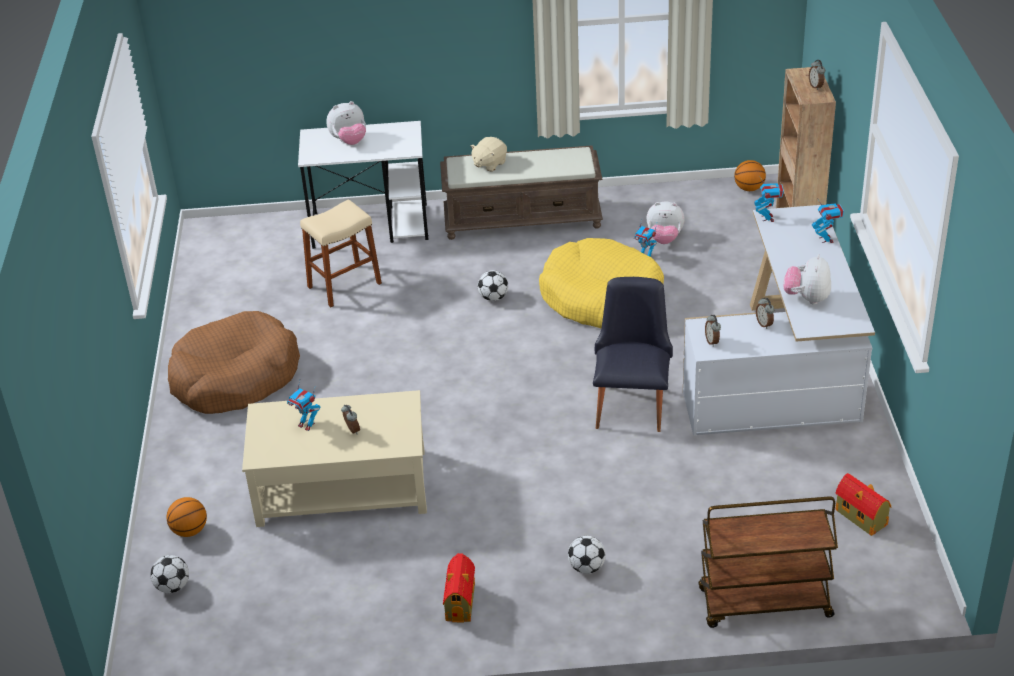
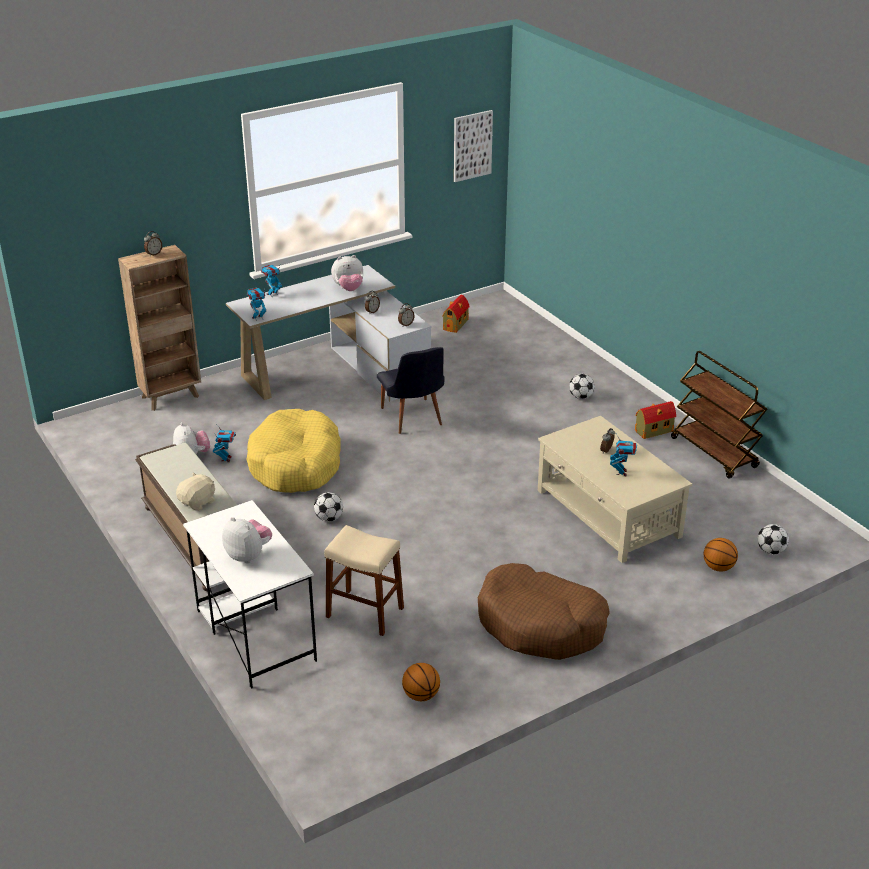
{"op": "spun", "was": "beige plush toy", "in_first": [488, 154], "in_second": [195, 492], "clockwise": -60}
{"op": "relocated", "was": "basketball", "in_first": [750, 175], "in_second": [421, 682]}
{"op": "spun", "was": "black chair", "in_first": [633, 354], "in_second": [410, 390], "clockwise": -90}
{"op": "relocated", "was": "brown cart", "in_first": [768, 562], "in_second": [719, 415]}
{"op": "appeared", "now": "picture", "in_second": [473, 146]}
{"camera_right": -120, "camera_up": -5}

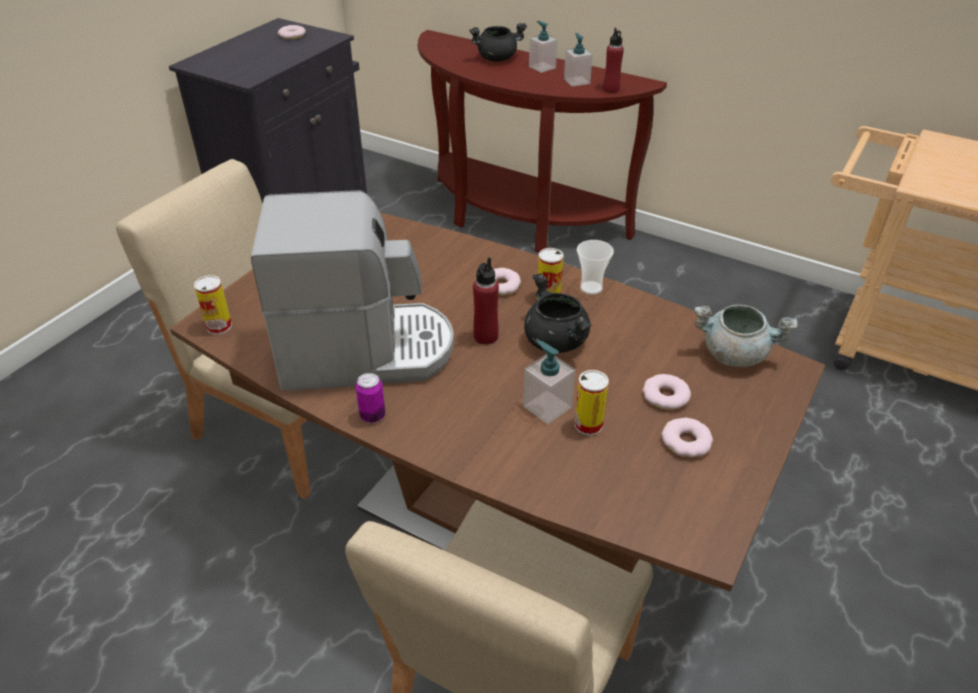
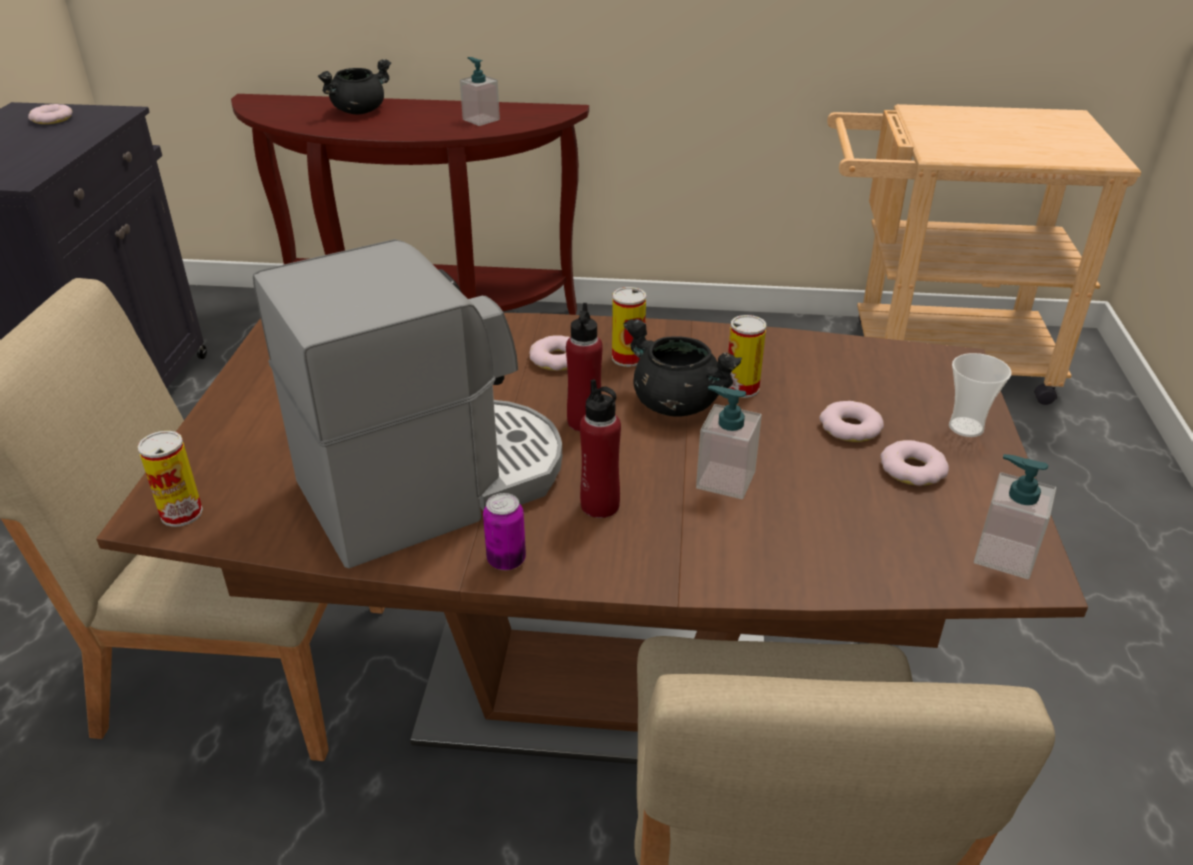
{"op": "relocated", "was": "soap dispenser", "in_first": [543, 47], "in_second": [1015, 516]}
{"op": "relocated", "was": "red bottle", "in_first": [613, 60], "in_second": [600, 448]}
{"op": "relocated", "was": "cup", "in_first": [595, 267], "in_second": [980, 395]}
{"op": "missing", "was": "grey cooking pot", "in_first": [746, 336]}
{"op": "relocated", "was": "can", "in_first": [591, 403], "in_second": [747, 356]}
{"camera_right": -25, "camera_up": -5}

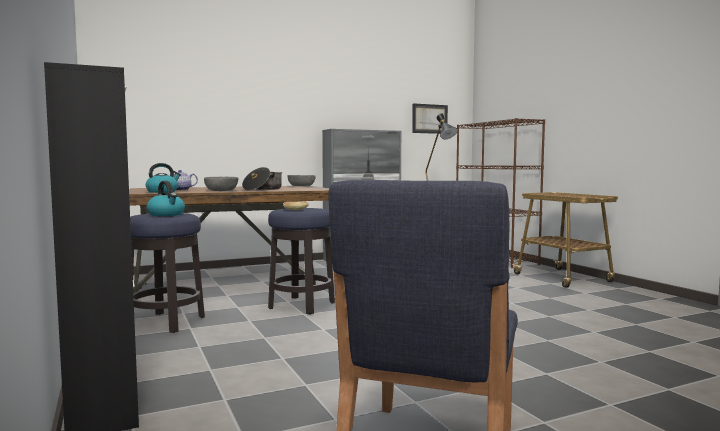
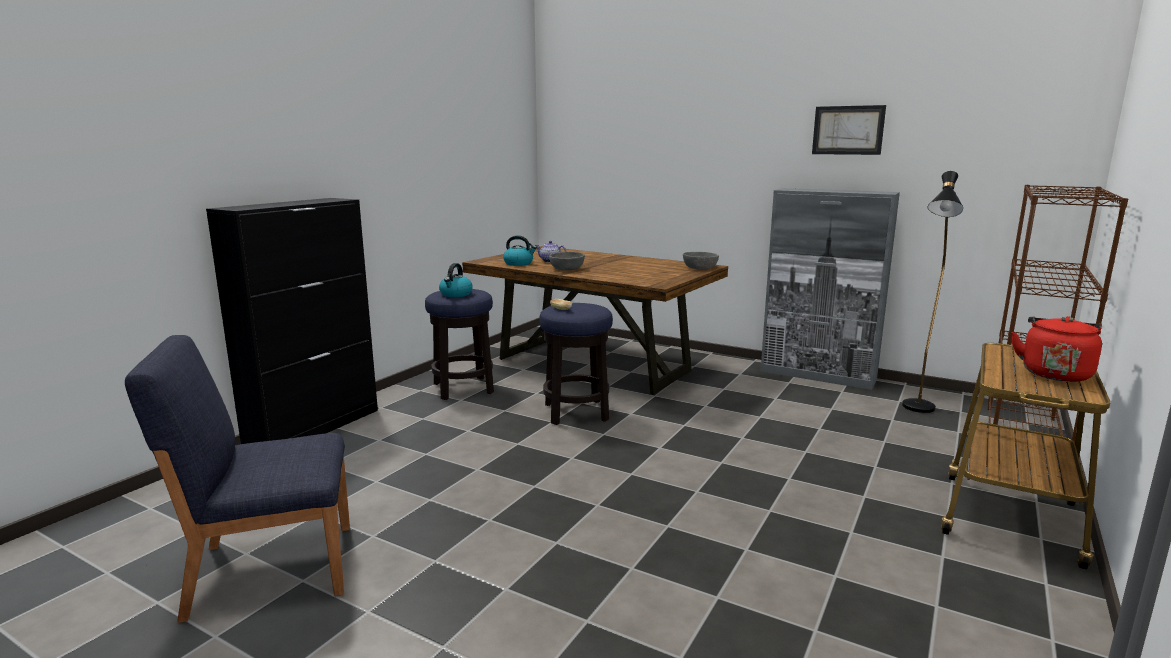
{"op": "relocated", "was": "picture", "in_first": [430, 118], "in_second": [849, 130]}
{"op": "missing", "was": "cooking pot", "in_first": [262, 179]}
{"op": "appeared", "now": "red kettle", "in_second": [1056, 349]}
{"camera_right": 55, "camera_up": 10}

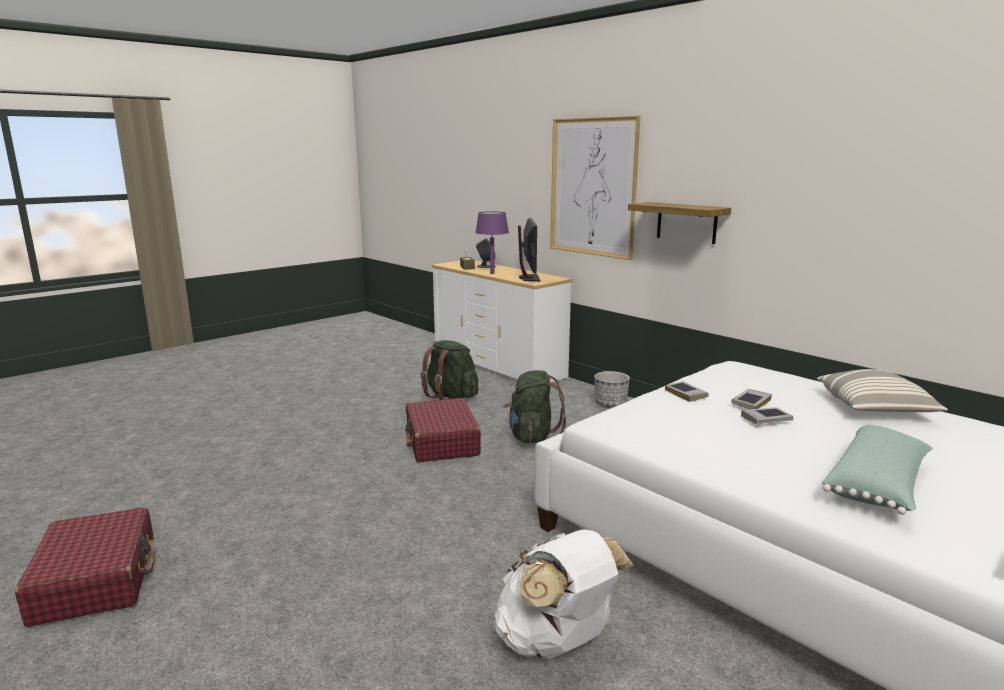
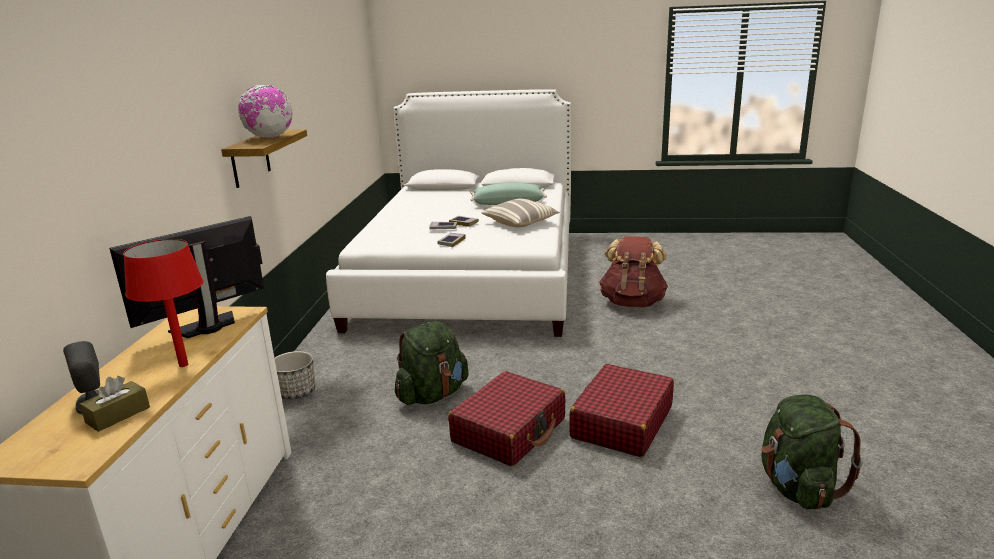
{"op": "missing", "was": "picture", "in_first": [595, 188]}
{"op": "colour", "was": "purple table lamp", "now": "red table lamp", "in_first": [492, 243], "in_second": [163, 303]}
{"op": "relocated", "was": "green backpack", "in_first": [449, 370], "in_second": [812, 452]}
{"op": "relocated", "was": "pillow", "in_first": [882, 390], "in_second": [521, 213]}
{"op": "relocated", "was": "red suitcase", "in_first": [84, 567], "in_second": [621, 410]}
{"op": "colour", "was": "white backpack", "now": "brown backpack", "in_first": [563, 594], "in_second": [633, 271]}
{"op": "appeared", "now": "globe", "in_second": [265, 111]}
{"camera_right": -130, "camera_up": 5}

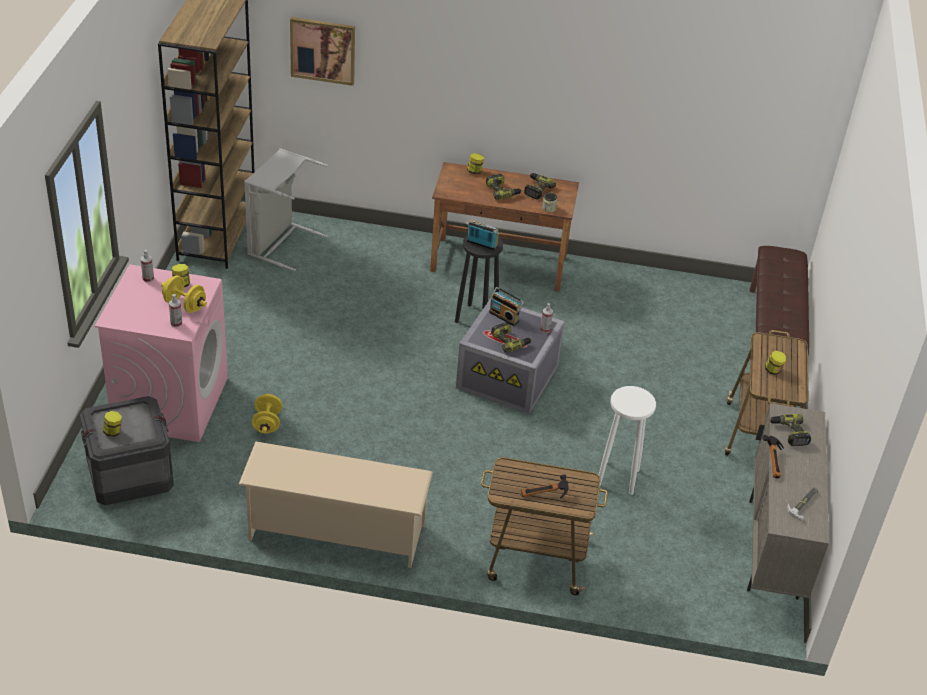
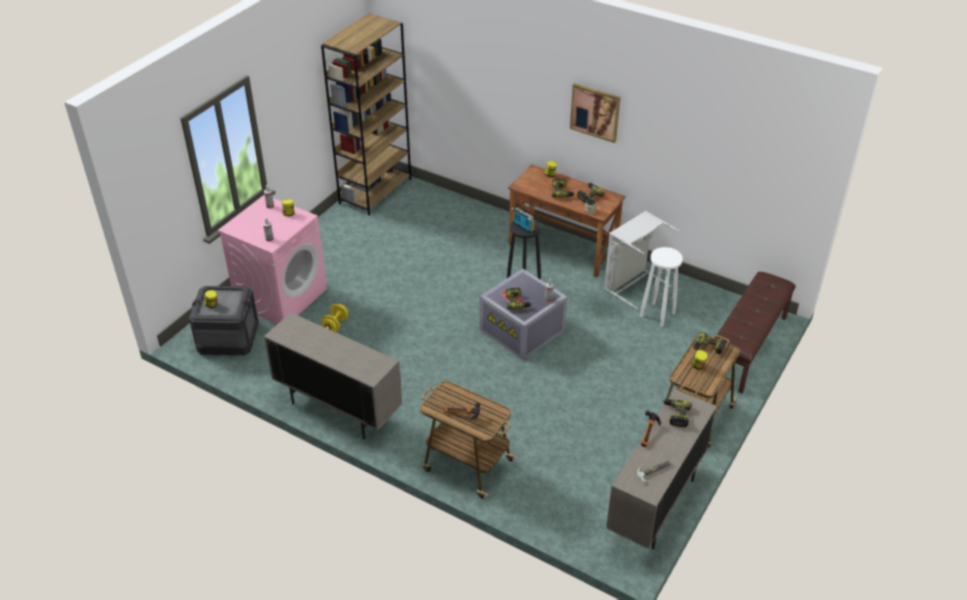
{"op": "relocated", "was": "picture", "in_first": [322, 51], "in_second": [595, 113]}
{"op": "relocated", "was": "grey laundry basket", "in_first": [286, 209], "in_second": [642, 260]}
{"op": "missing", "was": "yellow dumbbell", "in_first": [184, 294]}
{"op": "missing", "was": "radio", "in_first": [507, 306]}
{"op": "relocated", "was": "white stool", "in_first": [627, 440], "in_second": [661, 287]}
{"op": "exchanged", "was": "beige shoe rack", "now": "beige cabinet", "in_first": [335, 505], "in_second": [333, 376]}
{"op": "appeared", "now": "power drill", "in_second": [709, 343]}
{"camera_right": 25, "camera_up": 0}

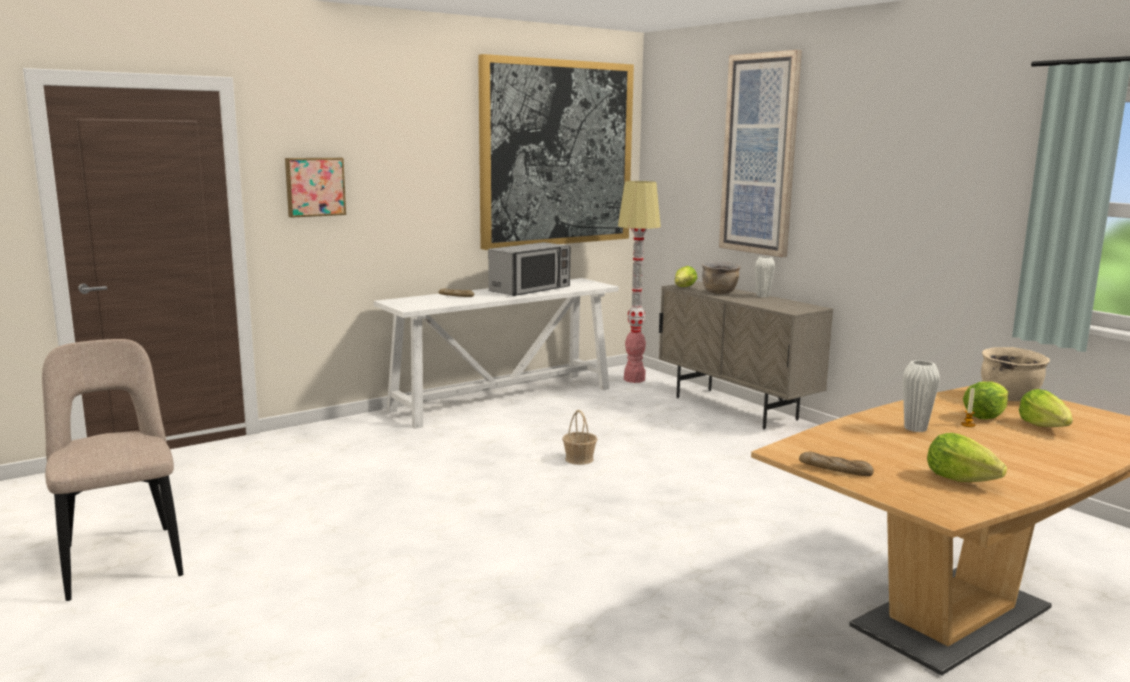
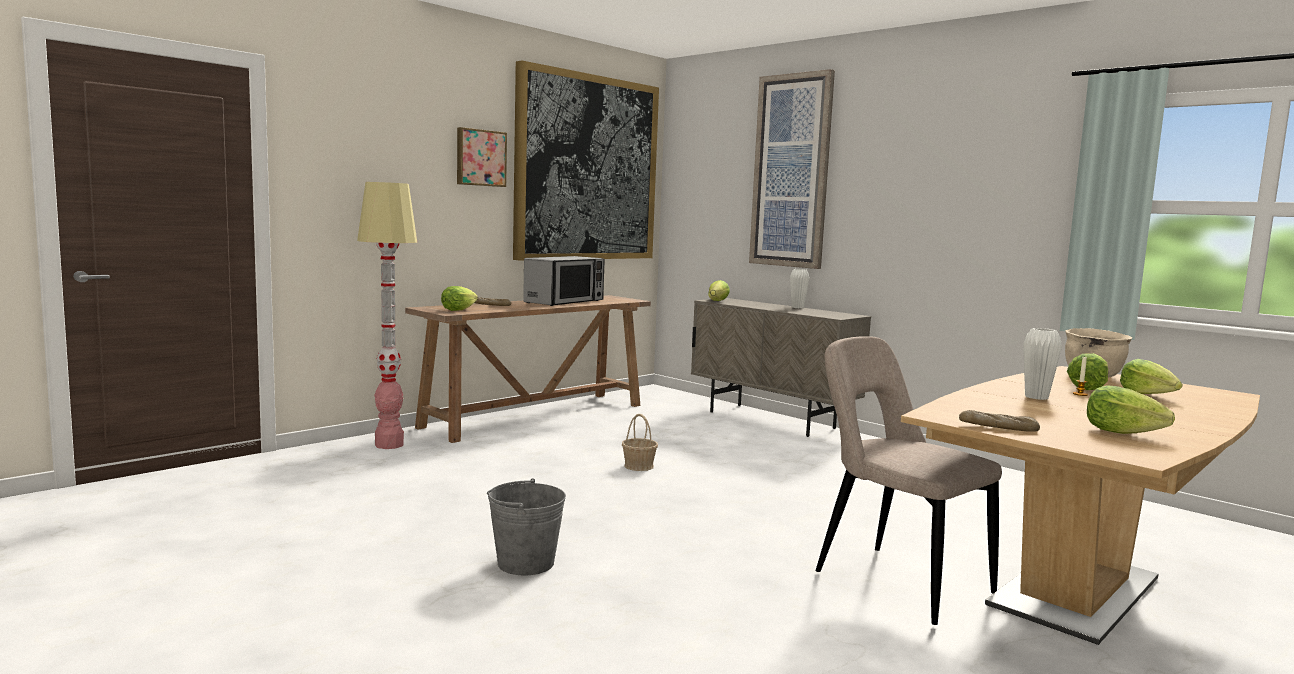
{"op": "relocated", "was": "picture", "in_first": [315, 188], "in_second": [482, 157]}
{"op": "relocated", "was": "floor lamp", "in_first": [639, 282], "in_second": [387, 315]}
{"op": "missing", "was": "brown cooking pot", "in_first": [721, 277]}
{"op": "colour", "was": "white console table", "now": "brown console table", "in_first": [496, 353], "in_second": [528, 369]}
{"op": "relocated", "was": "beige chair", "in_first": [112, 470], "in_second": [908, 480]}
{"op": "appeared", "now": "lettuce", "in_second": [459, 298]}
{"op": "appeared", "now": "grey bucket", "in_second": [526, 527]}
{"camera_right": -10, "camera_up": -5}

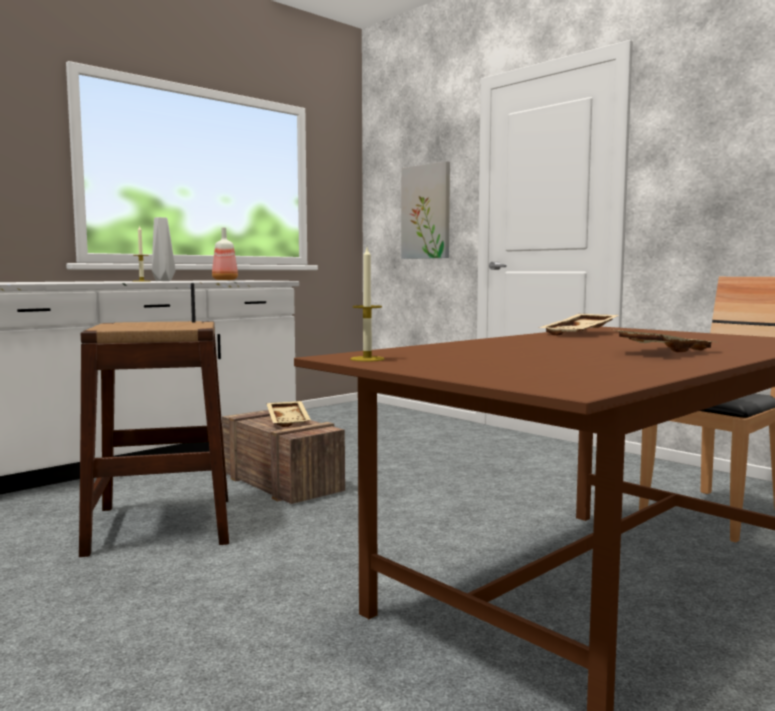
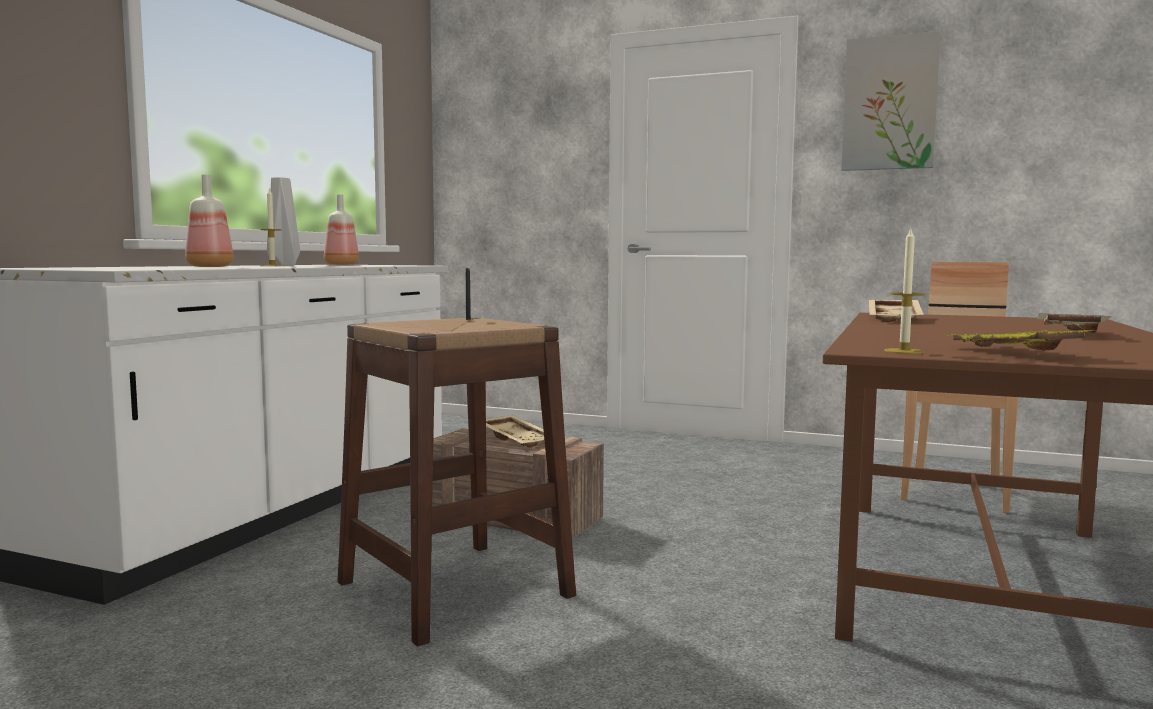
{"op": "relocated", "was": "picture", "in_first": [425, 210], "in_second": [891, 101]}
{"op": "appeared", "now": "bottle", "in_second": [209, 220]}
{"op": "appeared", "now": "yellow tray", "in_second": [1024, 340]}
{"camera_right": -25, "camera_up": 0}

